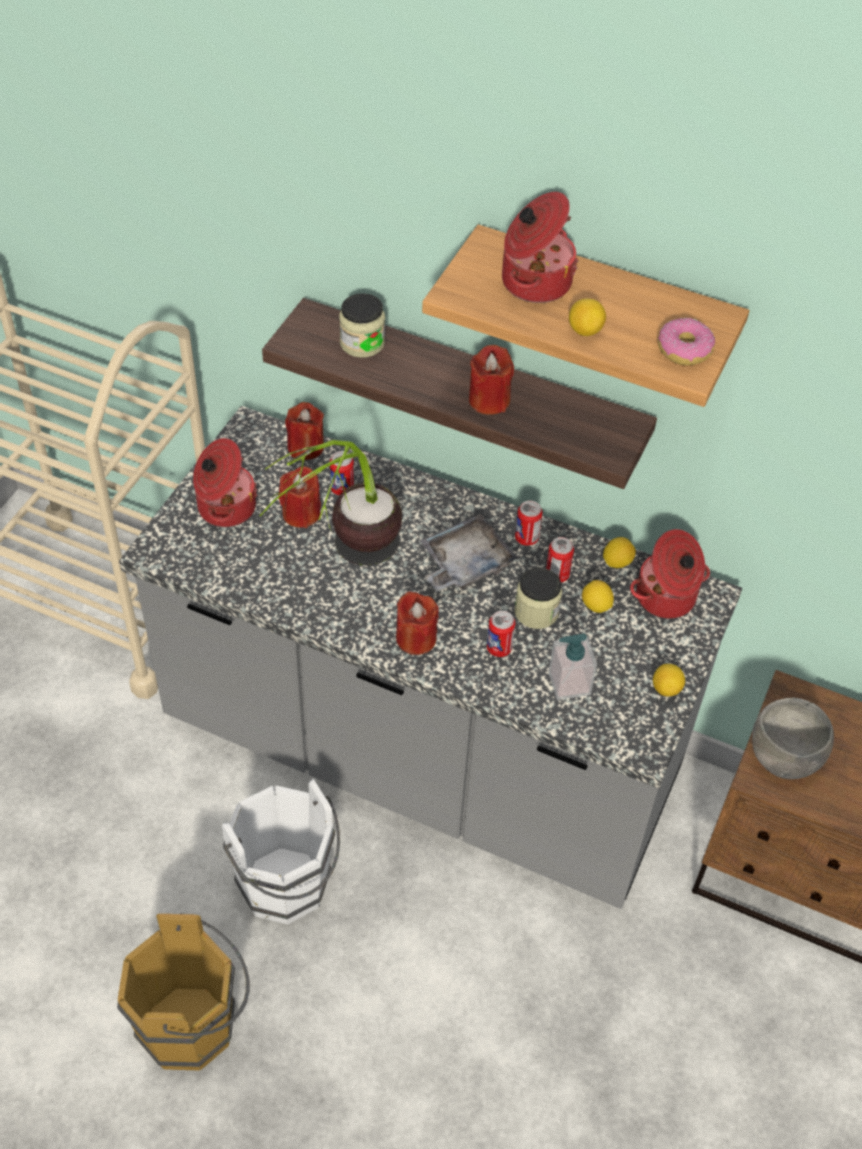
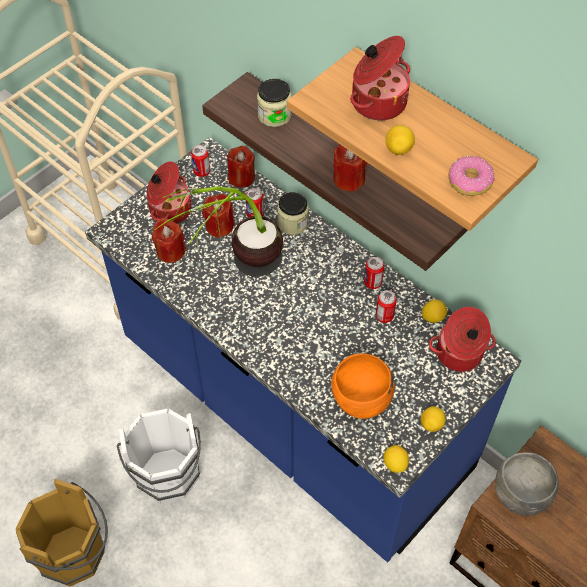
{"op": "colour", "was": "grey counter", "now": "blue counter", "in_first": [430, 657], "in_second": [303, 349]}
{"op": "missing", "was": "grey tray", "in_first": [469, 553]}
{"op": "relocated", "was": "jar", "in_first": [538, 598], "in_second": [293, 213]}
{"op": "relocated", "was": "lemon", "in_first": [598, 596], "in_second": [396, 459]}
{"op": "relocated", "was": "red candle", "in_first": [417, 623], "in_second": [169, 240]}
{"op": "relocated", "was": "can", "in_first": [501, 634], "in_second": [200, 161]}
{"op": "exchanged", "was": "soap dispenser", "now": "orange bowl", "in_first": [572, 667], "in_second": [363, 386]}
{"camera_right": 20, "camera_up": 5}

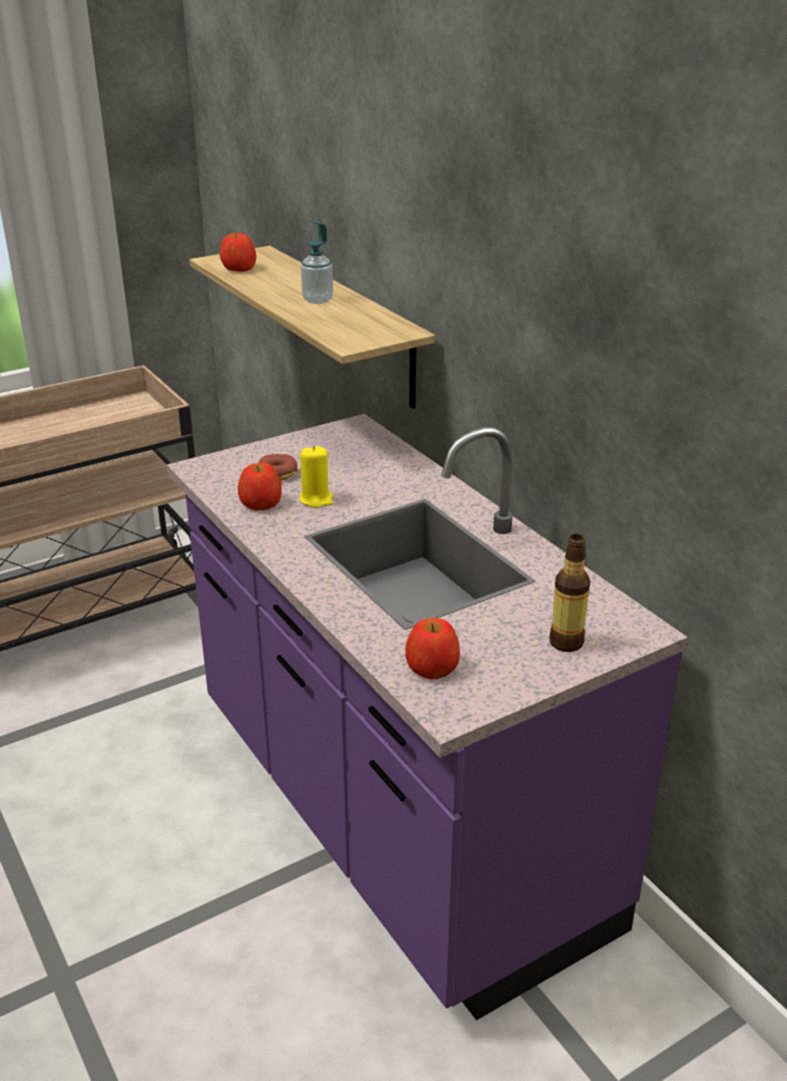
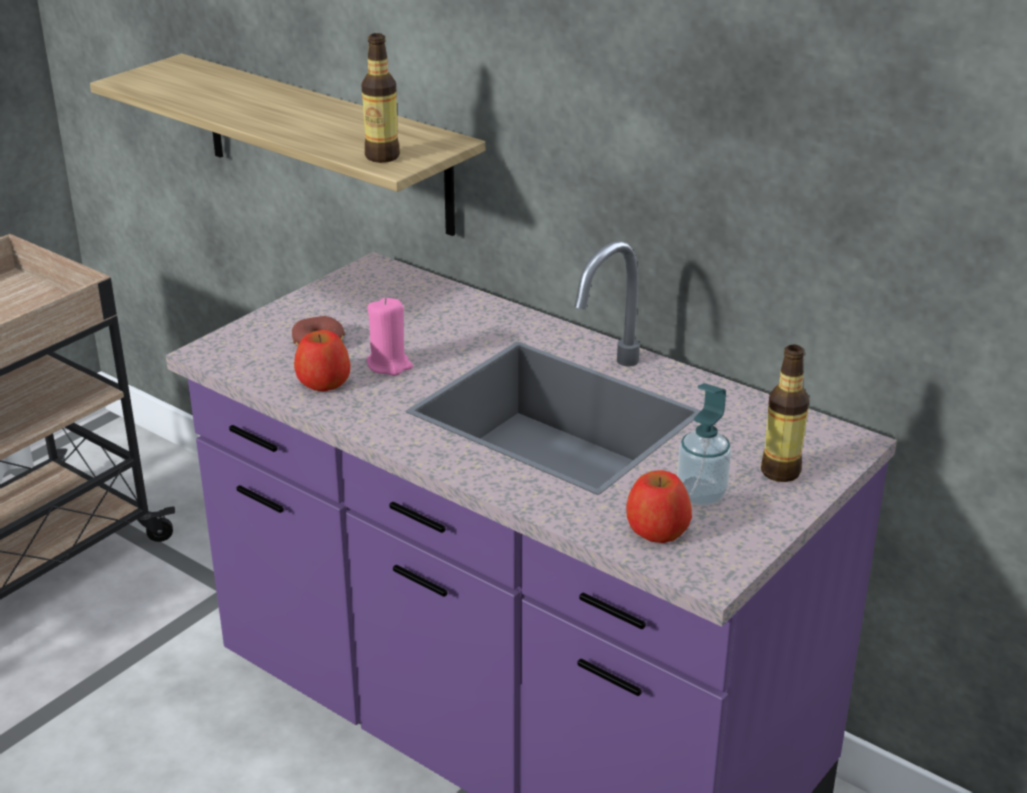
{"op": "relocated", "was": "soap dispenser", "in_first": [317, 262], "in_second": [704, 444]}
{"op": "missing", "was": "apple", "in_first": [238, 252]}
{"op": "colour", "was": "yellow candle", "now": "pink candle", "in_first": [316, 477], "in_second": [389, 336]}
{"op": "appeared", "now": "bottle", "in_second": [380, 98]}
{"camera_right": -20, "camera_up": 0}

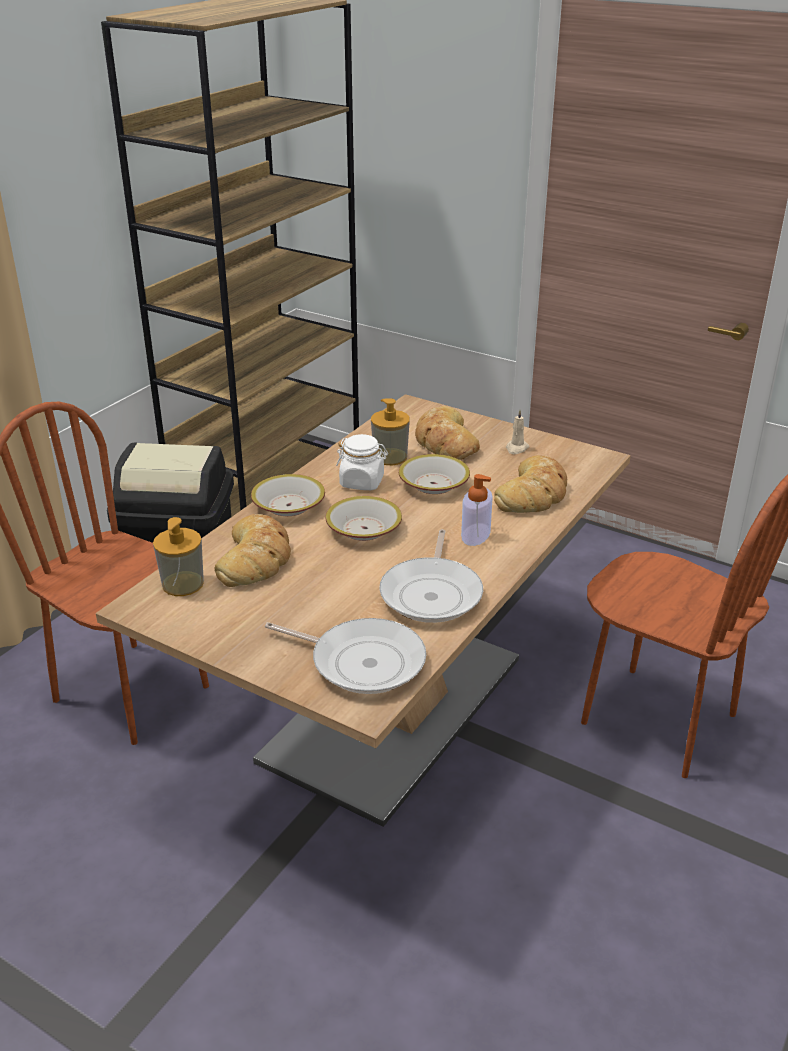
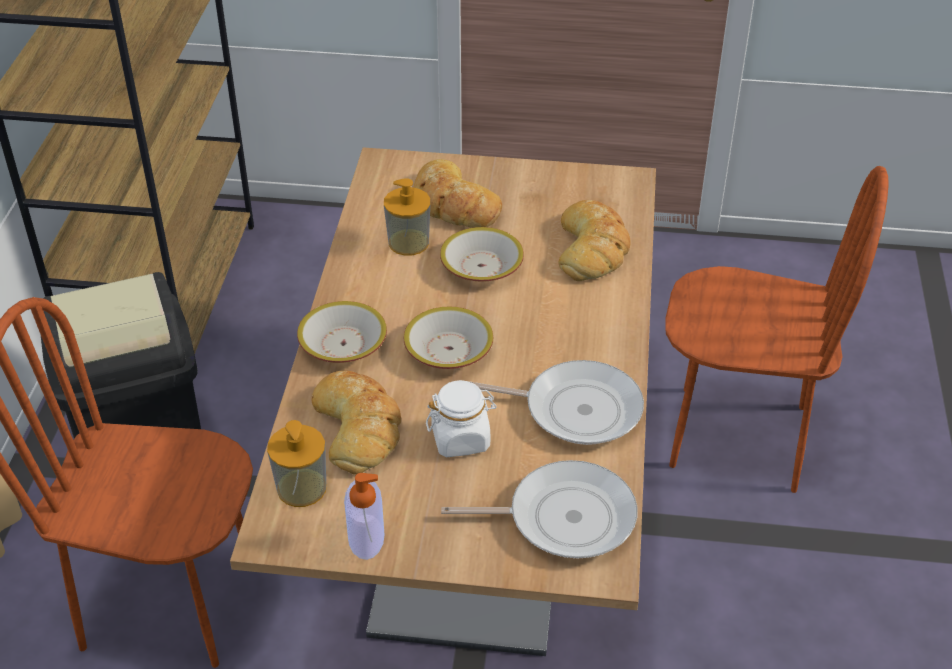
{"op": "missing", "was": "beige candle", "in_first": [518, 432]}
{"op": "relocated", "was": "white jar", "in_first": [362, 462], "in_second": [461, 418]}
{"op": "relocated", "was": "soap dispenser", "in_first": [477, 510], "in_second": [364, 516]}
{"op": "spun", "was": "frying pan", "in_first": [431, 576], "in_second": [557, 402], "clockwise": -60}
{"camera_right": -25, "camera_up": 10}

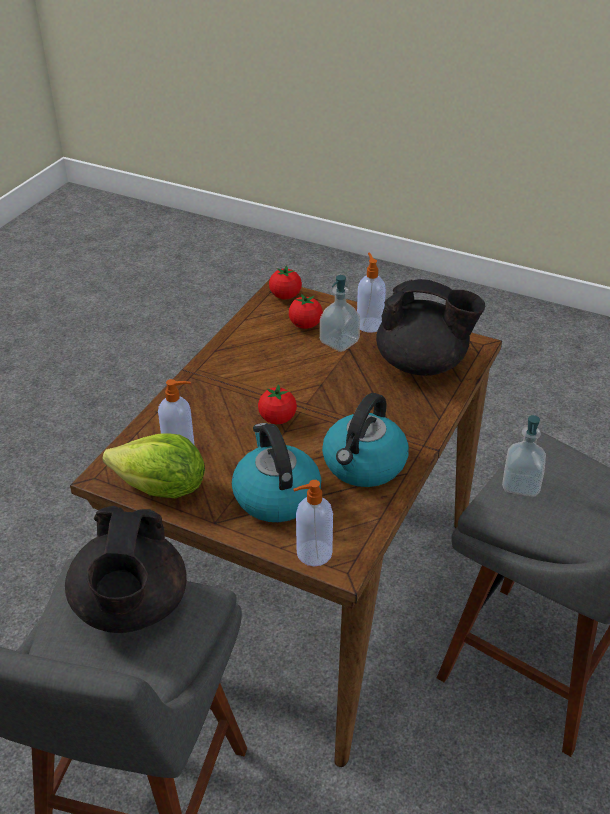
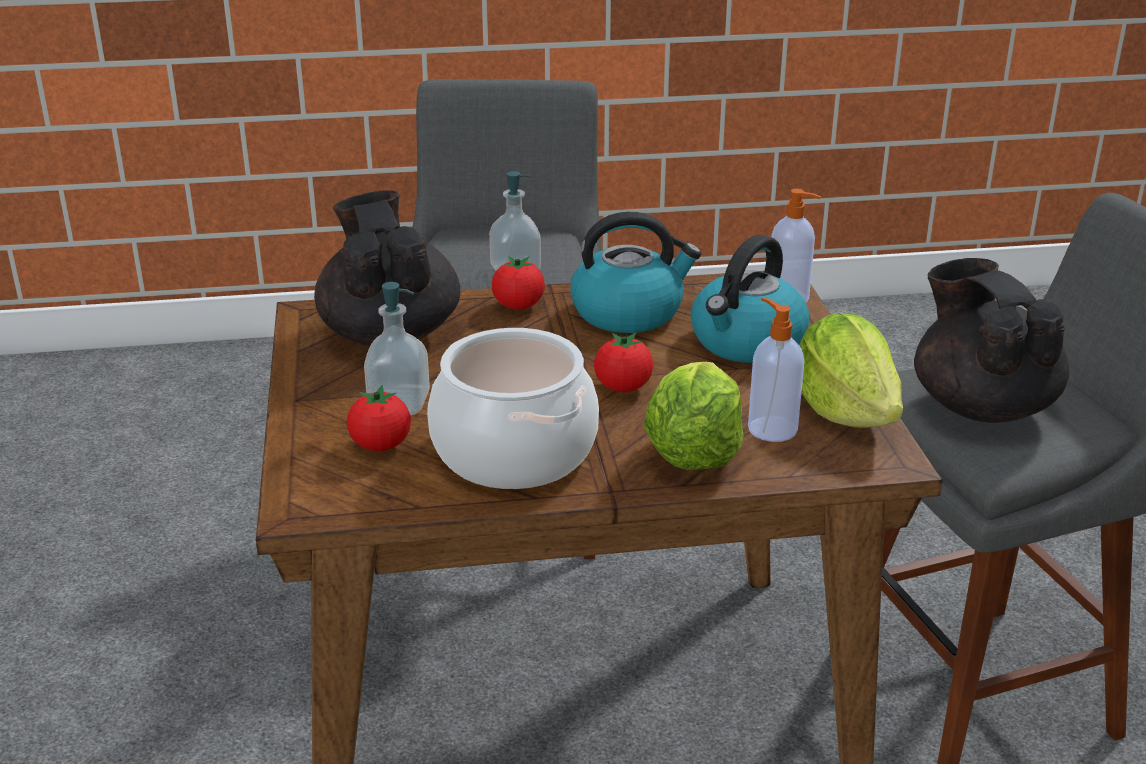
{"op": "missing", "was": "soap dispenser", "in_first": [371, 292]}
{"op": "relocated", "was": "tomato", "in_first": [285, 282], "in_second": [518, 282]}
{"op": "spun", "was": "black teapot", "in_first": [126, 569], "in_second": [991, 340], "clockwise": -75}
{"op": "appeared", "now": "cooking pot", "in_second": [513, 408]}
{"op": "appeared", "now": "lettuce", "in_second": [693, 416]}
{"camera_right": -125, "camera_up": -10}

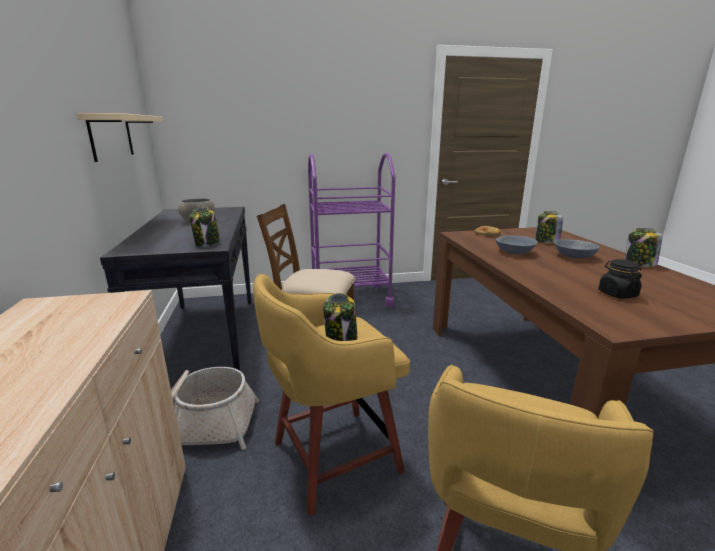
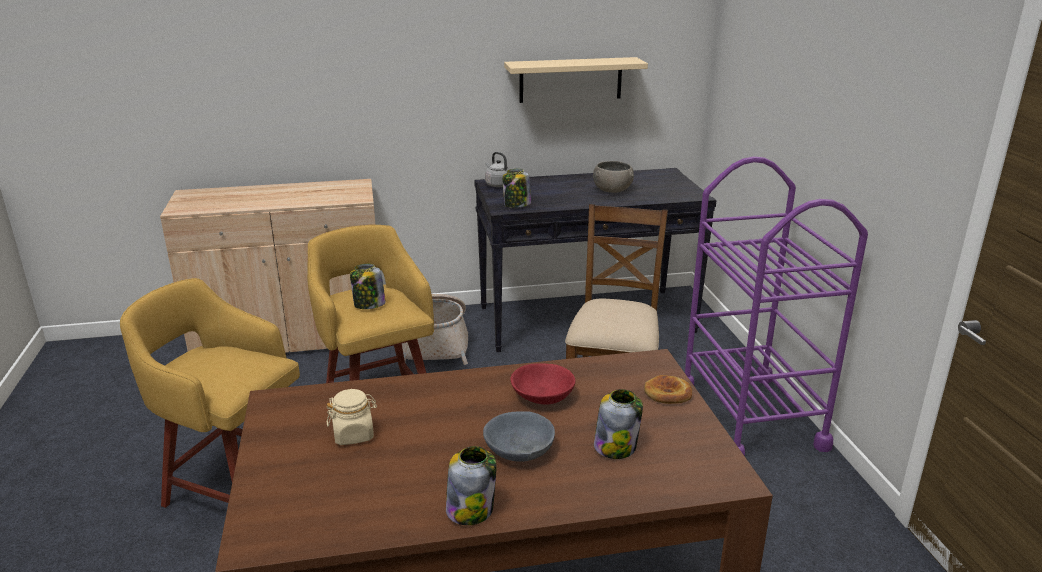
{"op": "colour", "was": "grey bowl", "now": "red bowl", "in_first": [516, 245], "in_second": [543, 384]}
{"op": "colour", "was": "black jar", "now": "beige jar", "in_first": [620, 279], "in_second": [352, 417]}
{"op": "appeared", "now": "grey kettle", "in_second": [497, 169]}
{"camera_right": 90, "camera_up": 5}

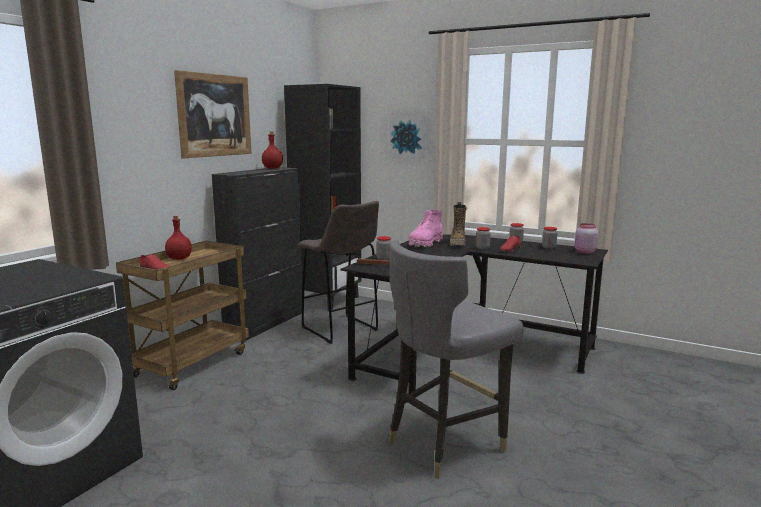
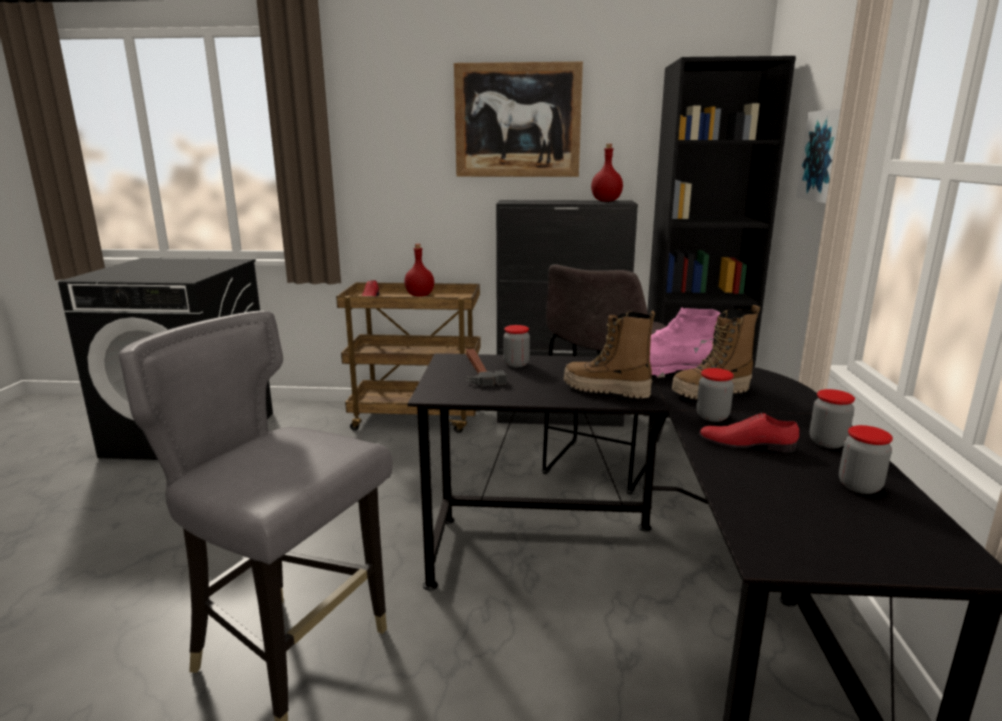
{"op": "missing", "was": "pink jar", "in_first": [586, 238]}
{"op": "appeared", "now": "boot", "in_second": [609, 354]}
{"camera_right": 65, "camera_up": 5}

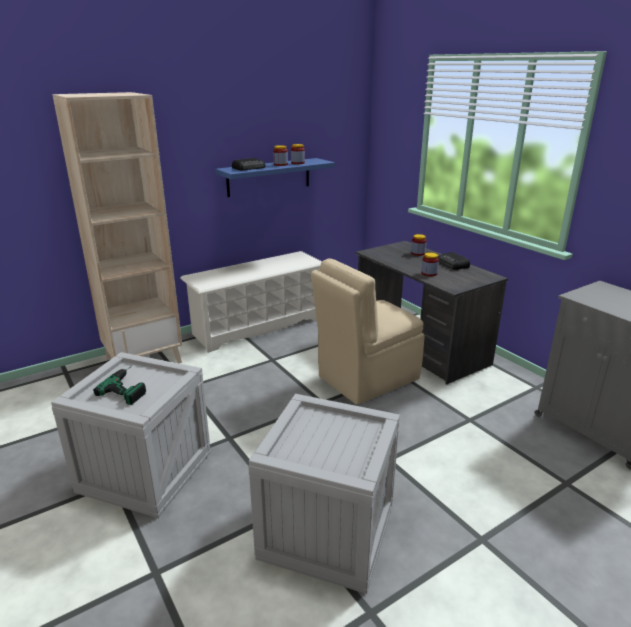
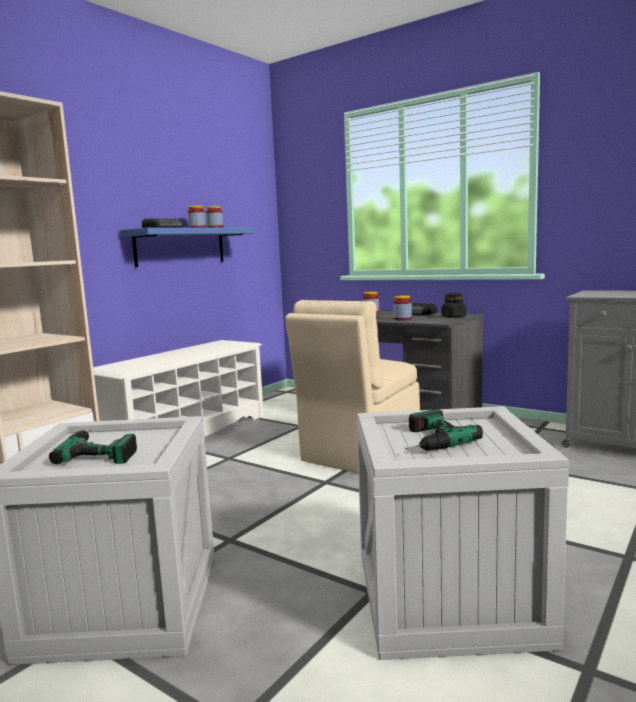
{"op": "appeared", "now": "black jar", "in_second": [453, 305]}
{"op": "appeared", "now": "power drill", "in_second": [444, 429]}
{"camera_right": -20, "camera_up": -15}

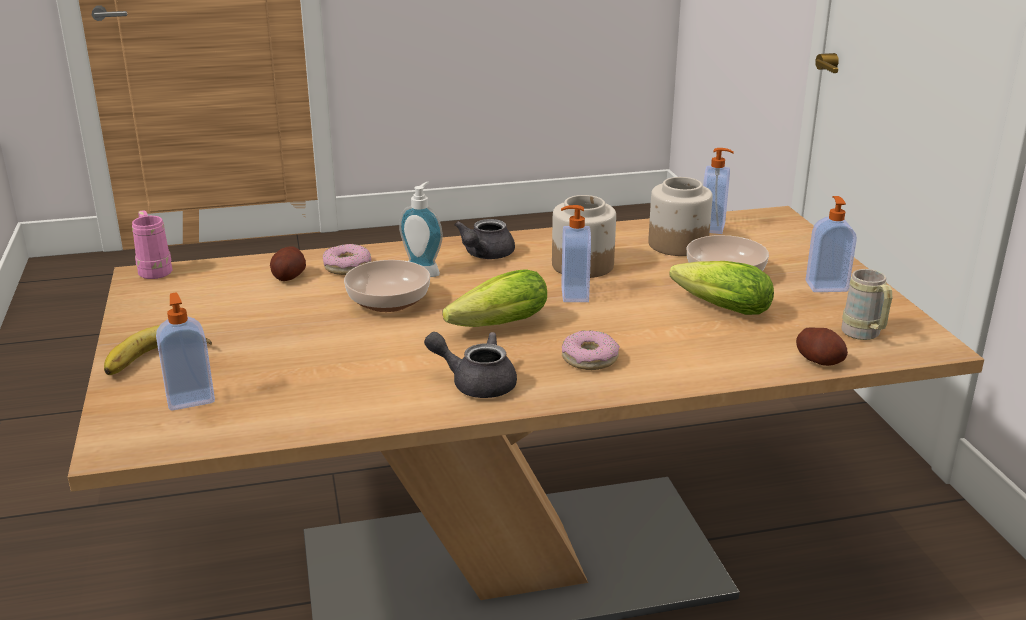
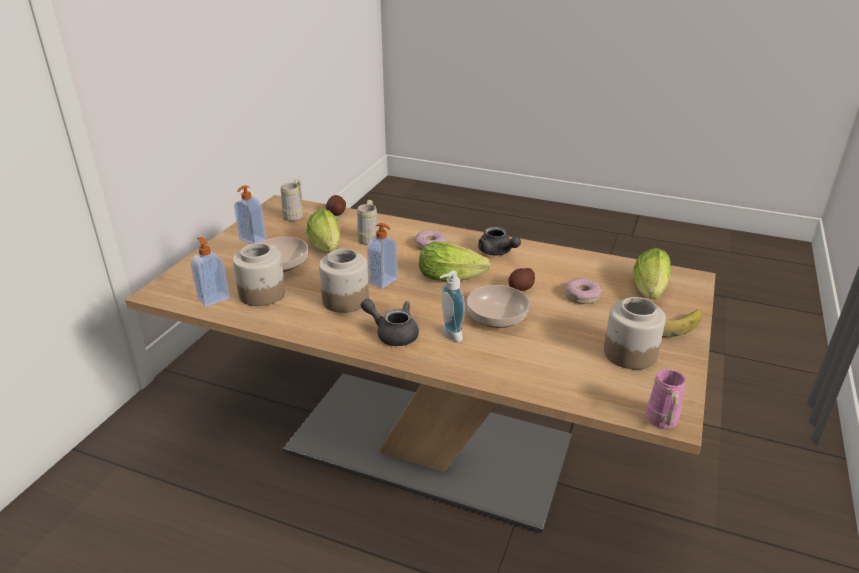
{"op": "spun", "was": "grey teapot", "in_first": [484, 239], "in_second": [390, 322], "clockwise": -120}
{"op": "relocated", "was": "donut", "in_first": [347, 259], "in_second": [583, 291]}
{"op": "relocated", "was": "potato", "in_first": [288, 264], "in_second": [521, 279]}
{"op": "exchanged", "was": "soap dispenser", "now": "lettuce", "in_first": [185, 351], "in_second": [652, 273]}
{"op": "appeared", "now": "beige mug", "in_second": [368, 222]}
{"op": "appeared", "now": "jar", "in_second": [635, 333]}
{"camera_right": -145, "camera_up": 5}

